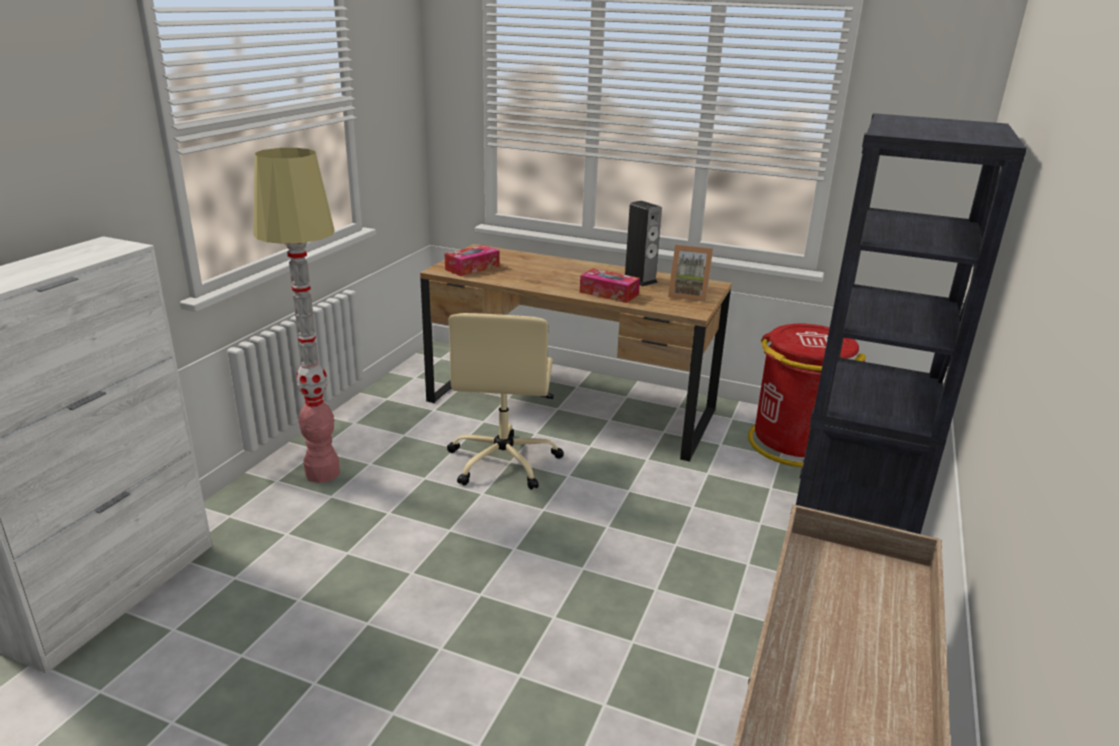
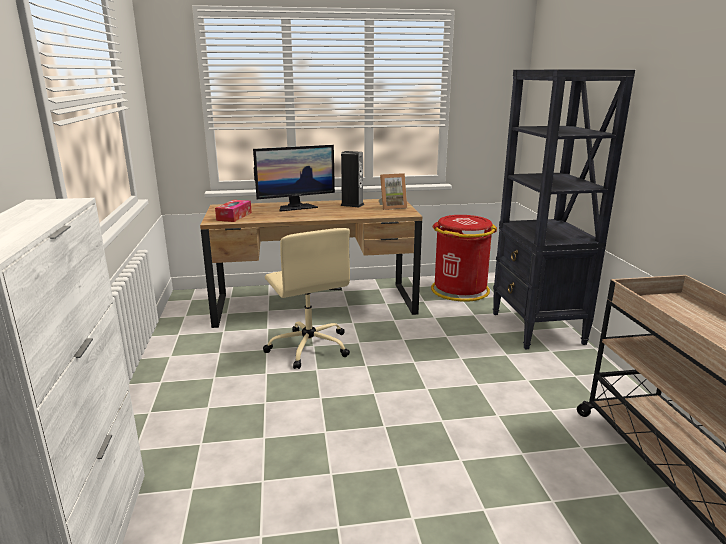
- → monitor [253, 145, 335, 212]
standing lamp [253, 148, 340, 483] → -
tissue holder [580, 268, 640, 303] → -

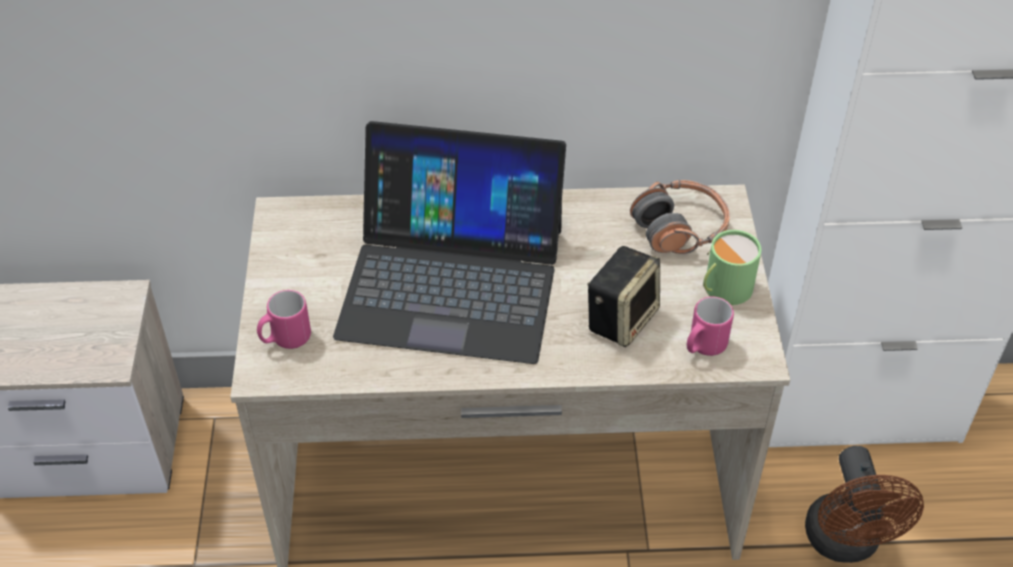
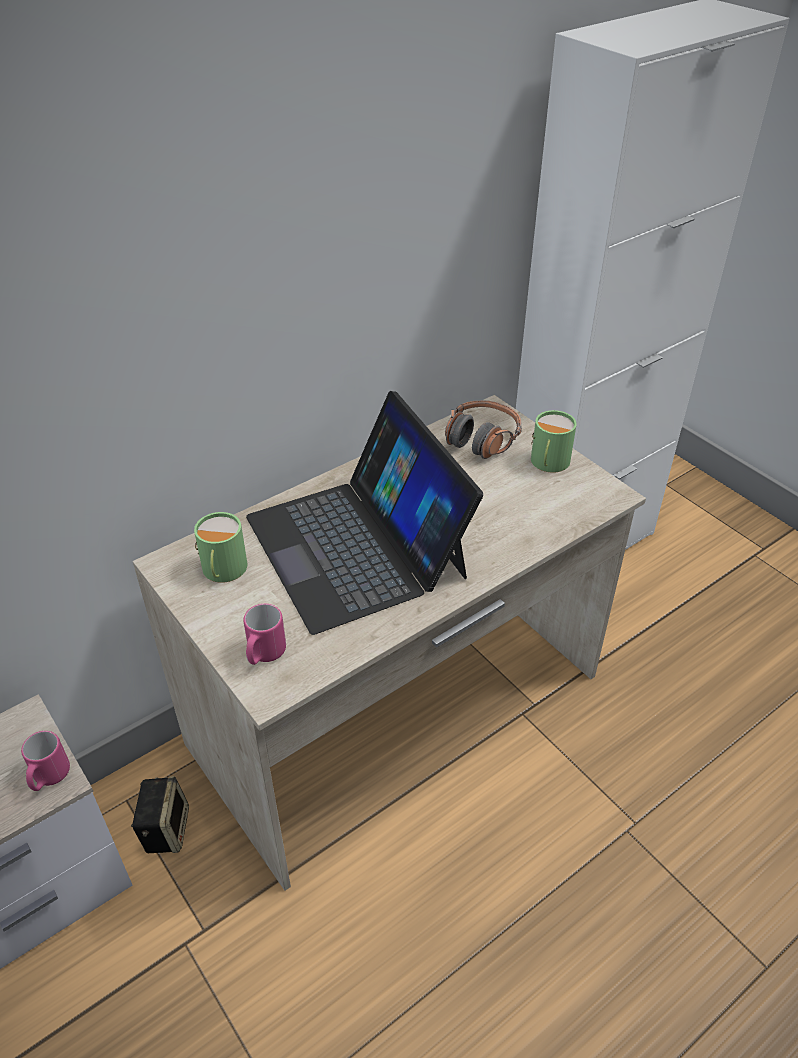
pink coffee mug [687, 297, 734, 356] → pink coffee mug [21, 731, 70, 791], move
speaker [587, 246, 660, 347] → speaker [131, 777, 189, 853], move
- → greenish coffee mug [194, 512, 247, 583]
notebook computer [333, 121, 566, 364] → notebook computer [246, 391, 483, 635], 90 degrees clockwise
brownish fan [805, 446, 924, 563] → -

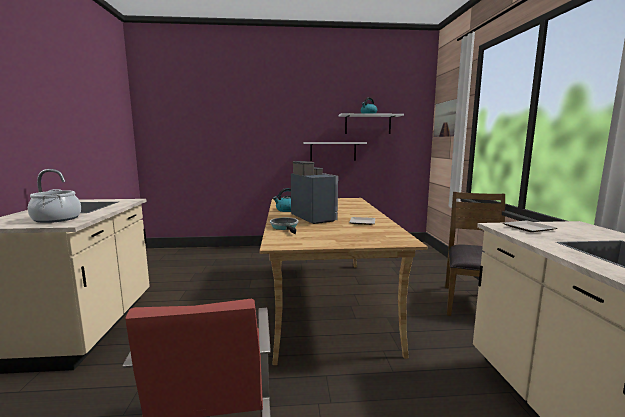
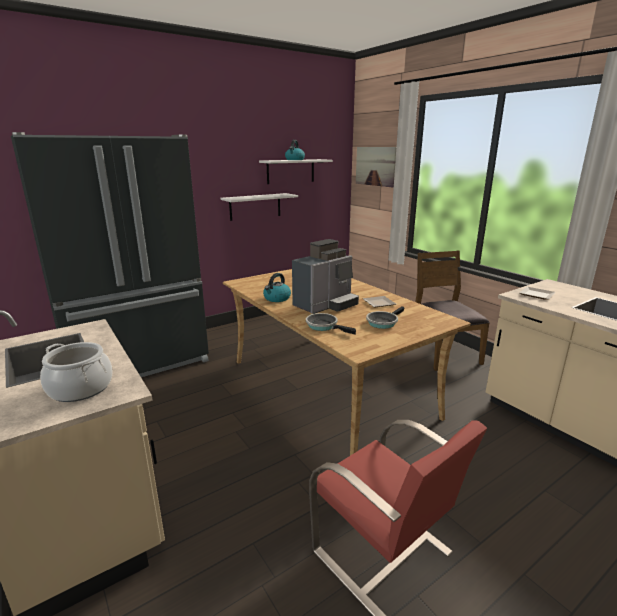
- → black refrigerator [11, 132, 209, 377]
coffee brewer [291, 161, 338, 224] → coffee brewer [292, 239, 359, 314], 105 degrees clockwise
- → frying pan [366, 306, 404, 329]

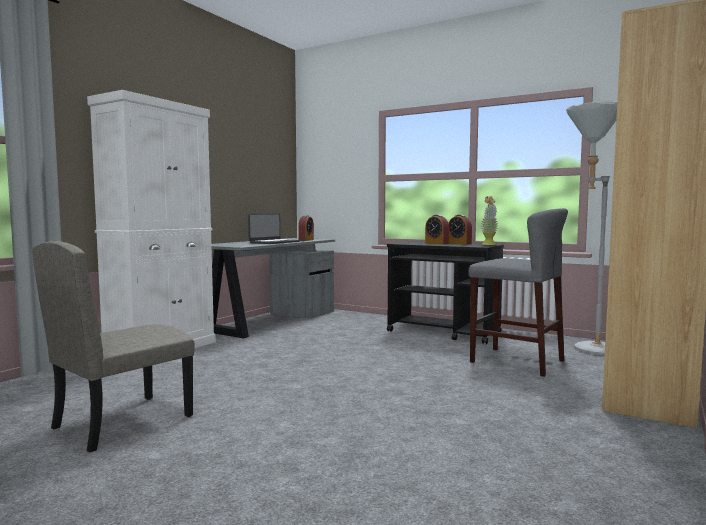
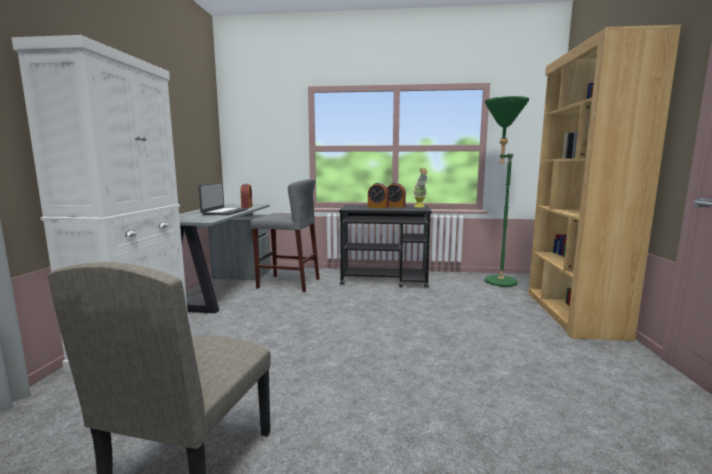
grey sitting stool [468, 208, 568, 377] → grey sitting stool [251, 178, 320, 292], move
grey standing lamp [566, 101, 617, 356] → greenish standing lamp [485, 96, 529, 287]

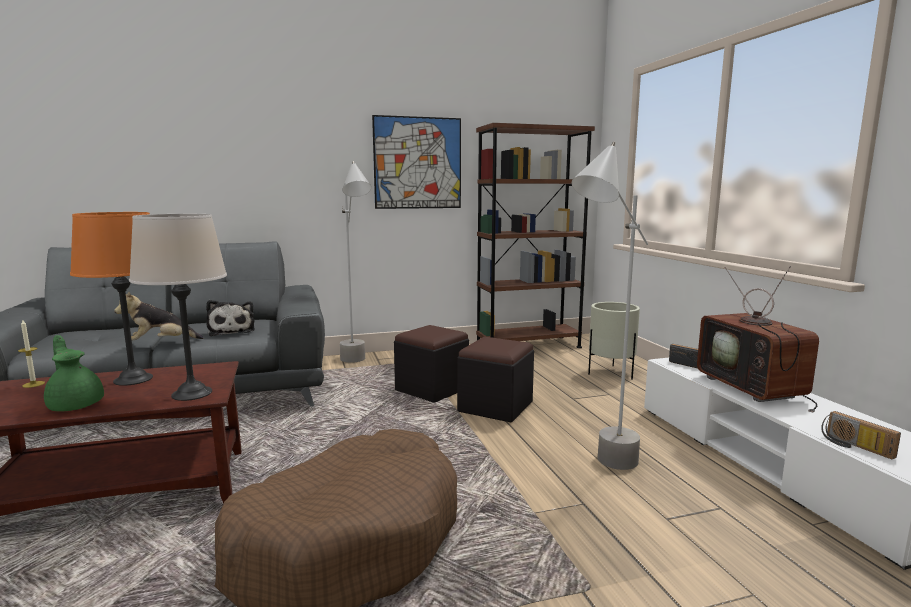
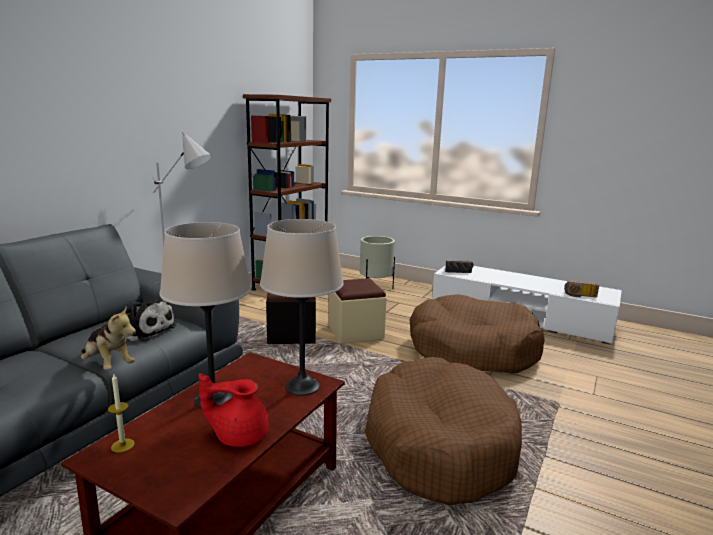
plush toy [114, 292, 203, 341] → plush toy [81, 306, 136, 370], 75 degrees counterclockwise
orange lamp for a table [70, 212, 153, 386] → beige-coloured lamp for a table [160, 222, 251, 408]
greenish pot for tea [44, 335, 104, 412] → red pot for tea [199, 373, 268, 447]
black pouffe [457, 337, 534, 423] → beige-coloured pouffe [329, 278, 387, 344]
grey standing lamp [572, 142, 648, 470] → brownish dog cushion [409, 294, 545, 373]
wall picture [372, 115, 461, 209] → -
TV [697, 266, 819, 412] → -

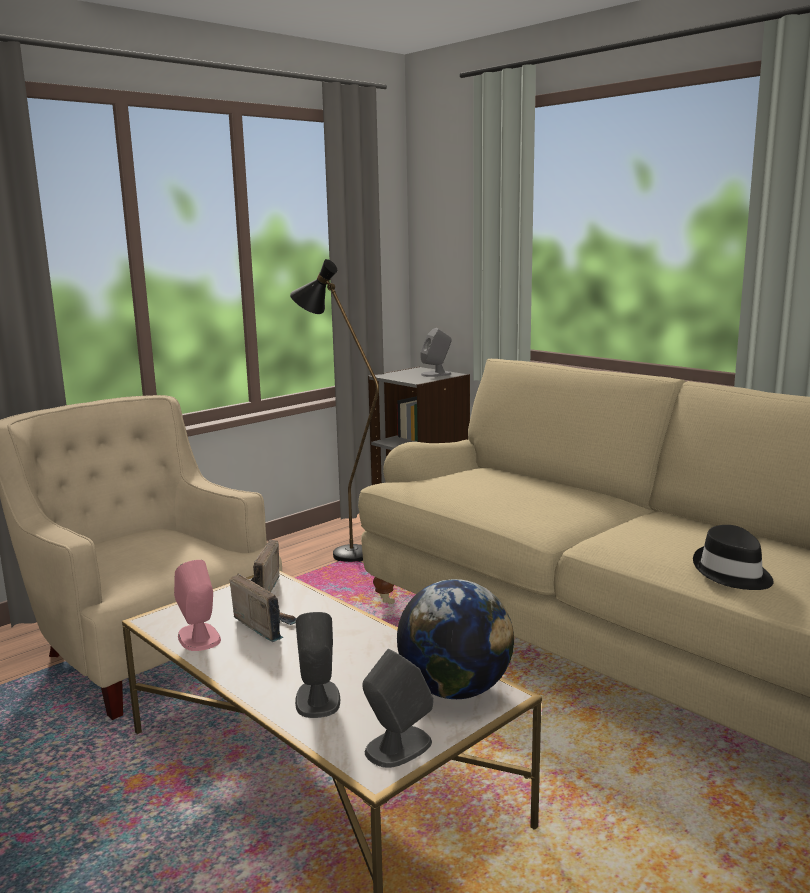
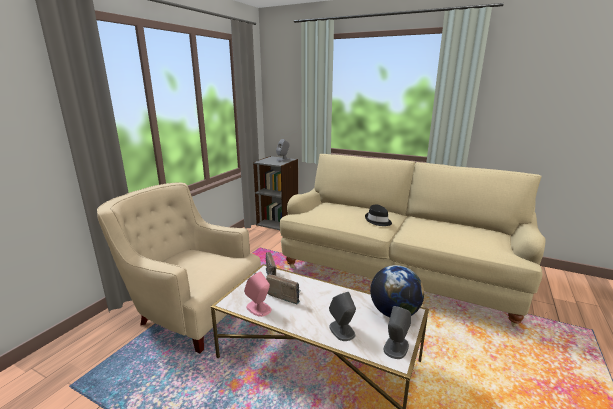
black clothing hat [693, 525, 774, 590] → black clothing hat [365, 205, 392, 226], move
black standing lamp [290, 259, 379, 562] → -

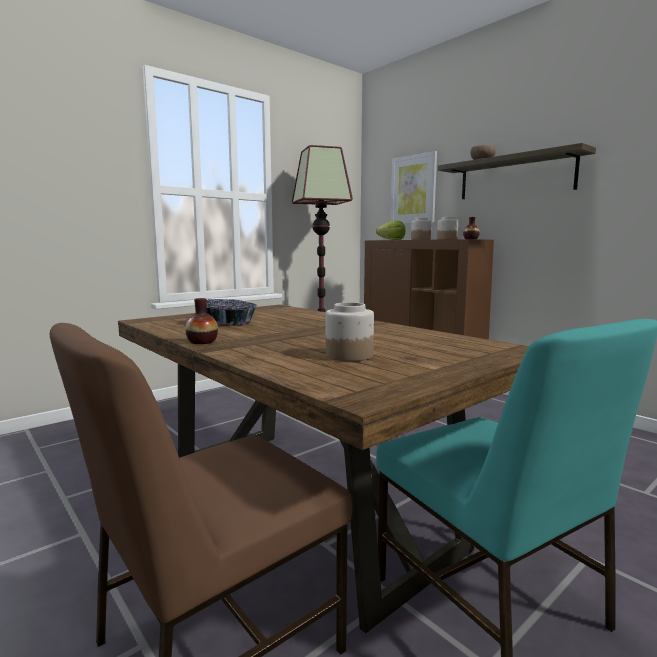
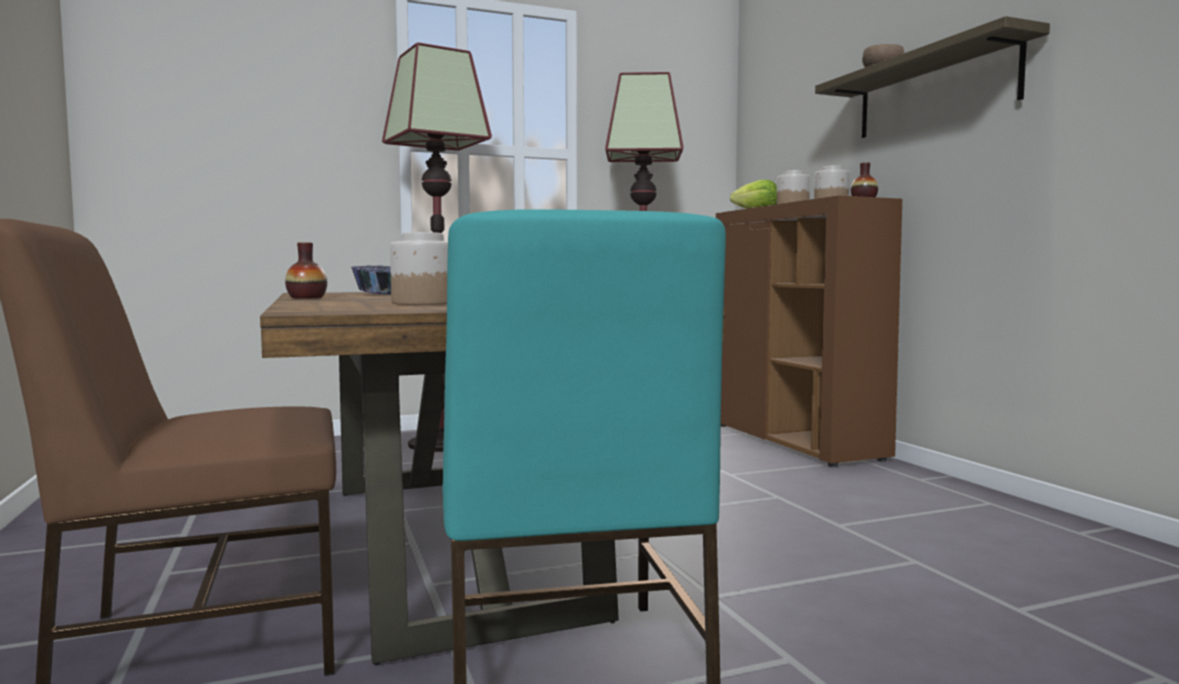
- → standing lamp [382, 42, 492, 452]
wall picture [391, 151, 437, 224] → -

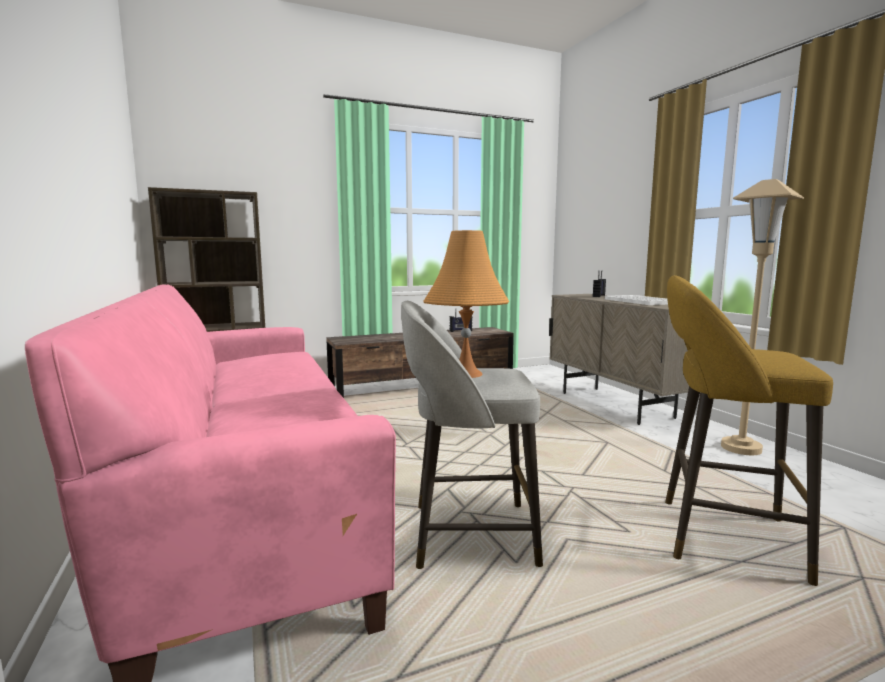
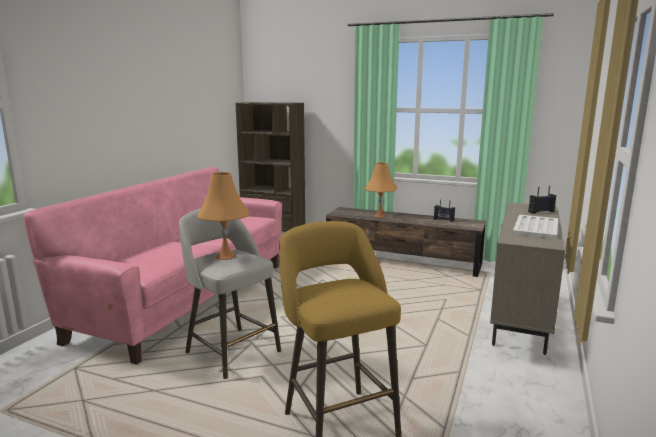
- → orange lamp for a table [364, 163, 397, 218]
beige-coloured standing lamp [721, 179, 804, 455] → -

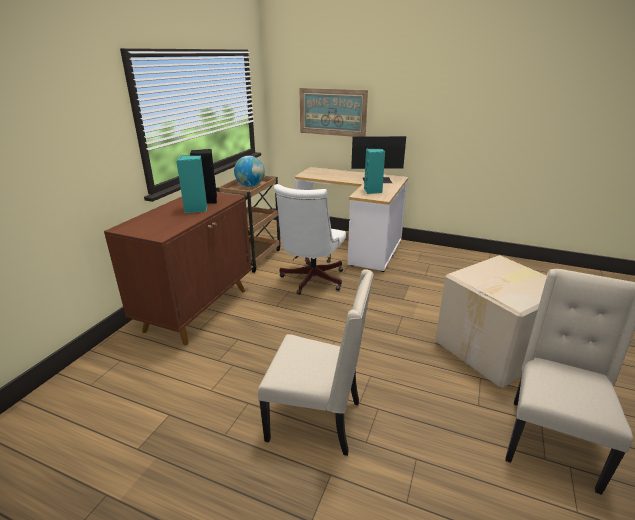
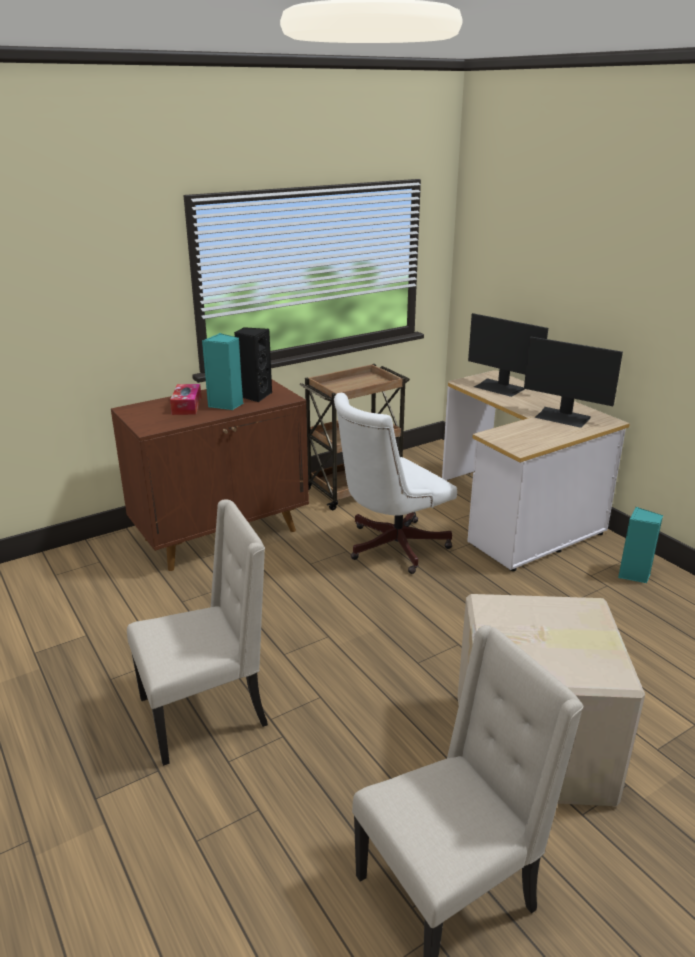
beige-coloured plain chair [258, 269, 374, 456] → beige-coloured plain chair [127, 499, 268, 766], 75 degrees counterclockwise
- → tissue holder [170, 384, 201, 415]
- → monitor [468, 313, 548, 397]
turquoise speaker [364, 149, 385, 194] → turquoise speaker [618, 507, 663, 583], move
globe [234, 156, 265, 187] → -
wall picture [300, 88, 368, 137] → -

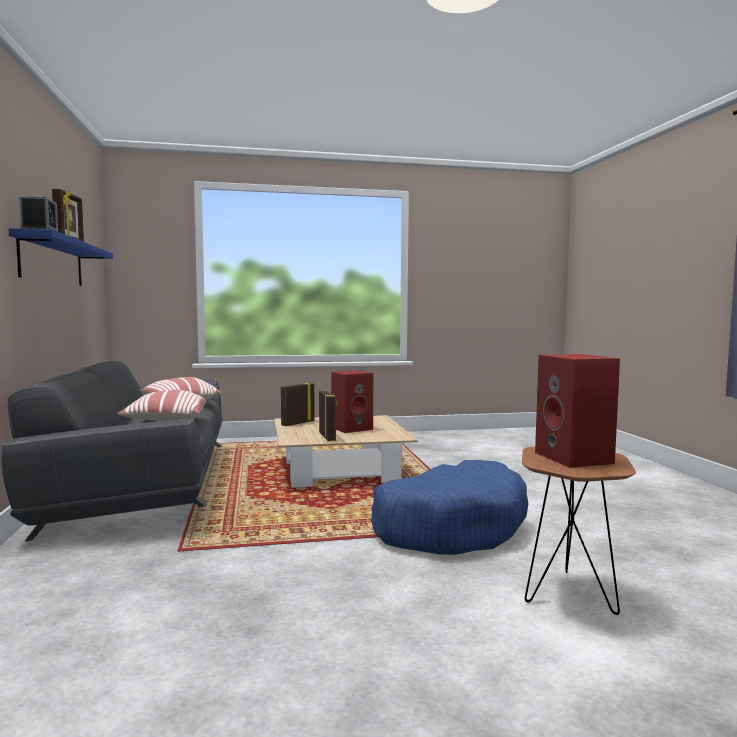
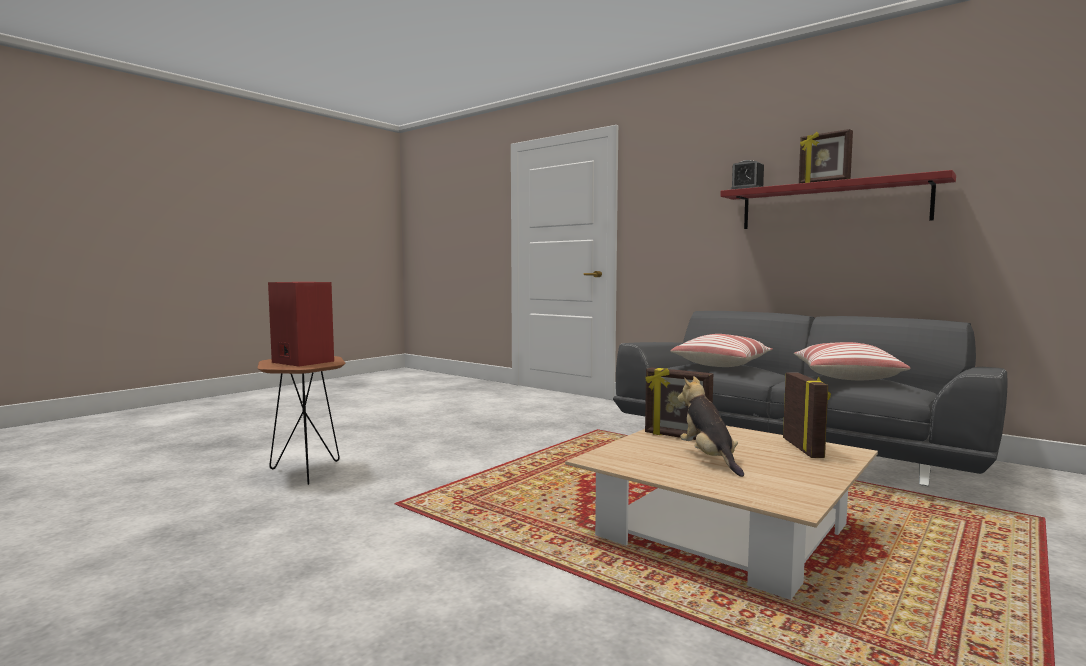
red speaker [331, 370, 373, 433] → plush toy [678, 376, 744, 477]
bluish shelf [9, 228, 113, 286] → red shelf [721, 170, 956, 229]
bluish dog cushion [371, 460, 529, 555] → -

